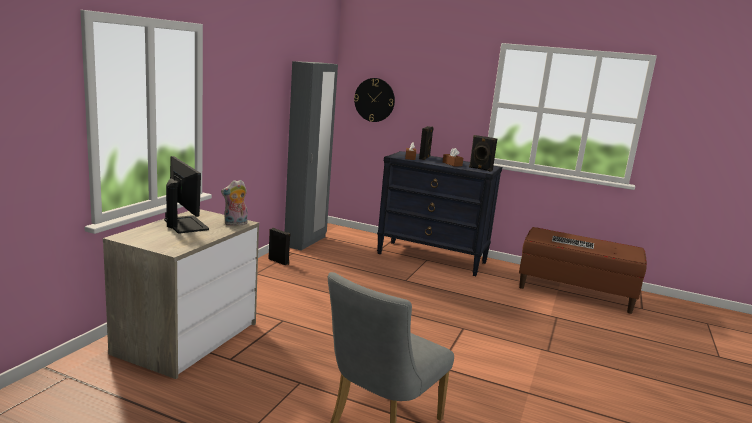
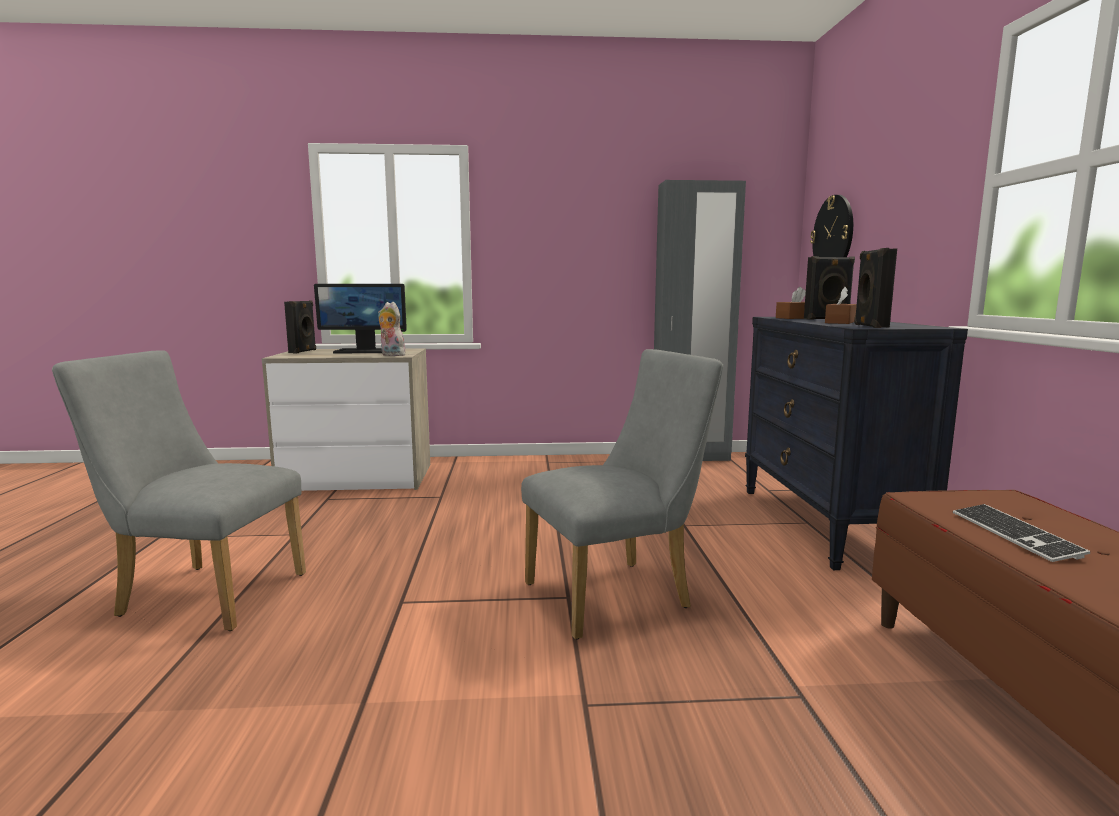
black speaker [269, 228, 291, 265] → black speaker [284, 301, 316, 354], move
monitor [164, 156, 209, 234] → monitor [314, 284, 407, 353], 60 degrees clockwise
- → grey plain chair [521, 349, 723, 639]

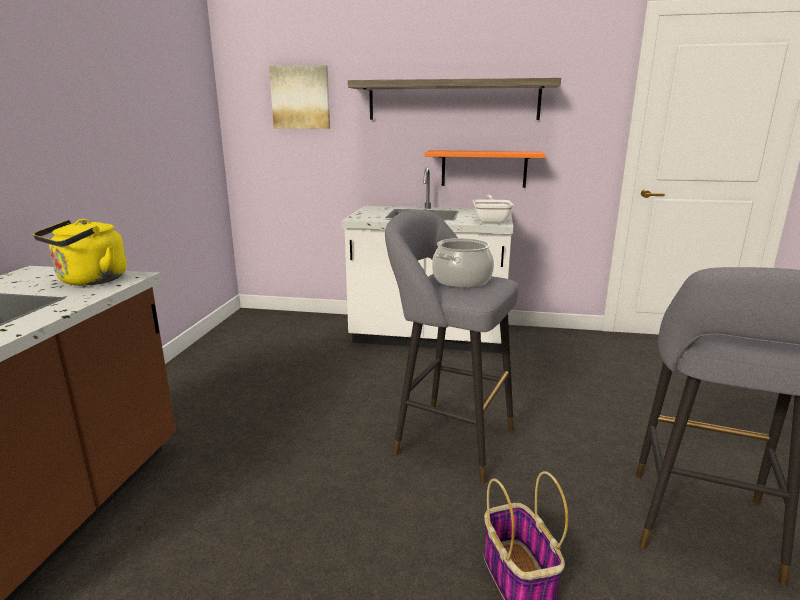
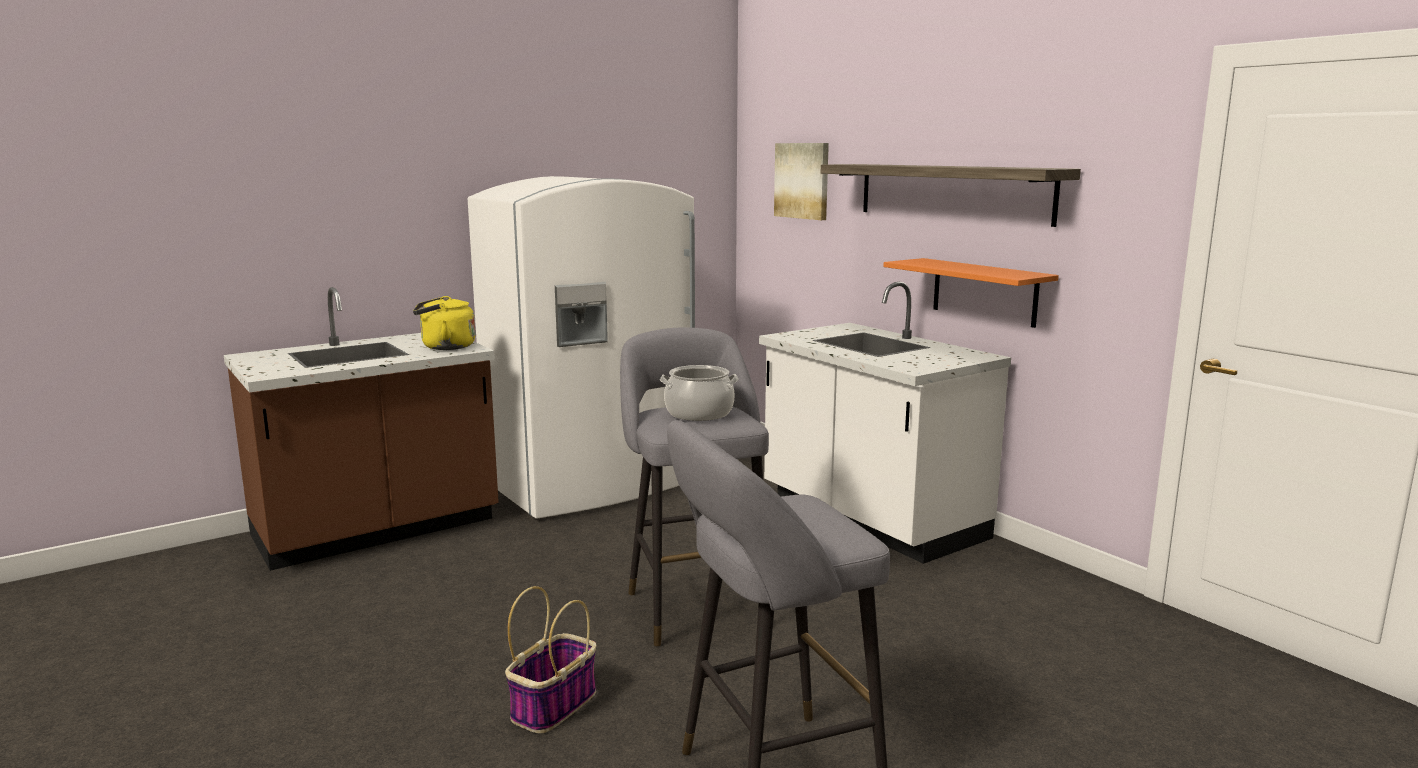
- → white refrigerator [468, 176, 695, 519]
frying pan [473, 195, 514, 224] → -

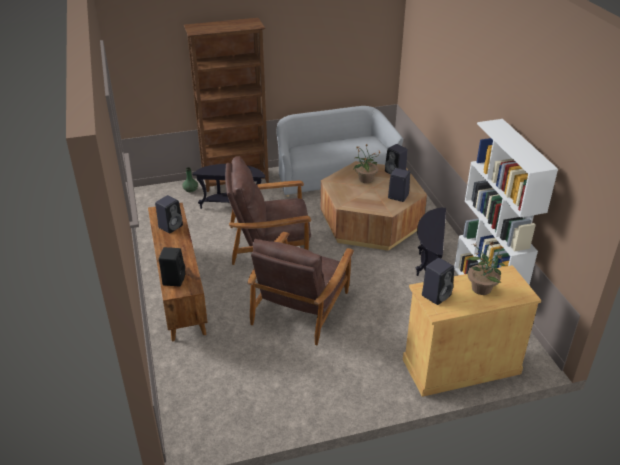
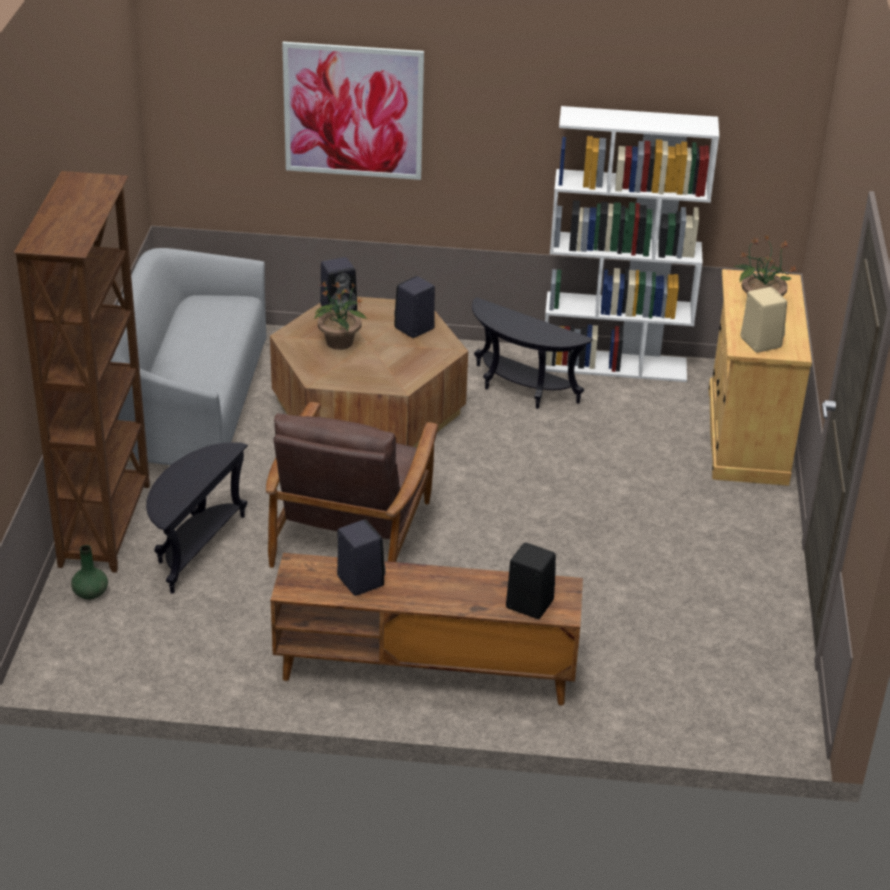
- → wall picture [282, 42, 424, 180]
black speaker [422, 258, 454, 305] → beige-coloured speaker [740, 287, 787, 353]
brownish lounge chair [247, 232, 354, 345] → -

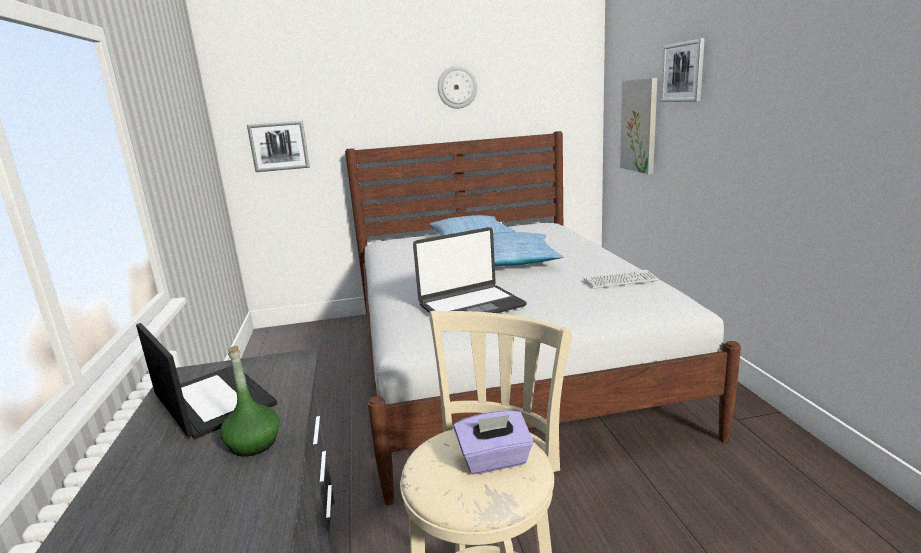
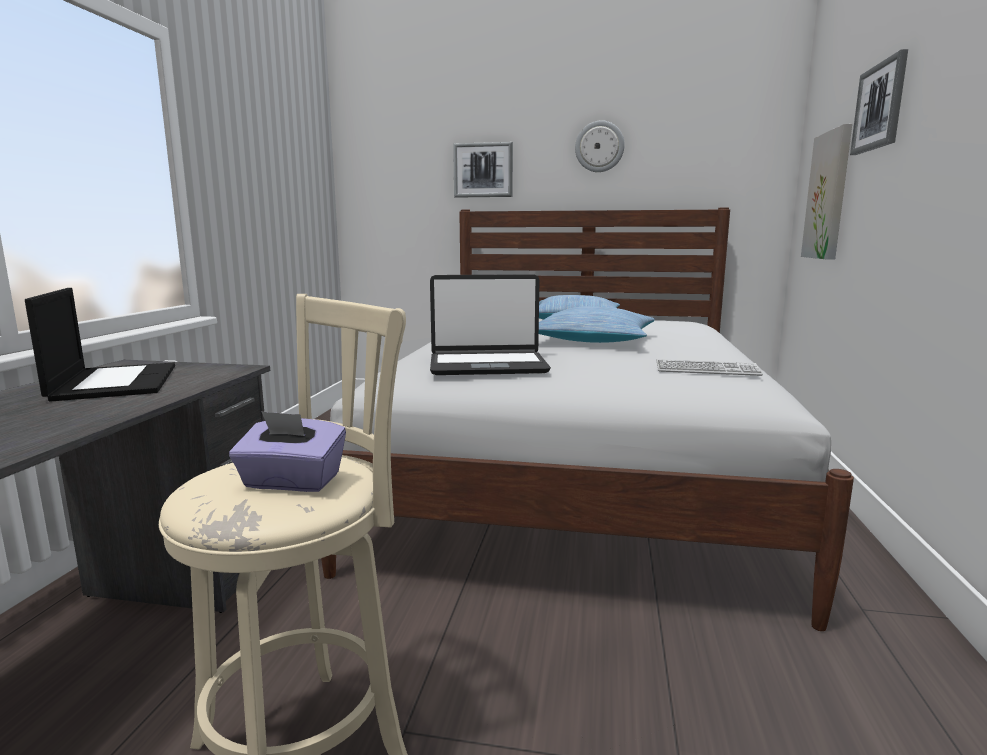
wall picture [247, 121, 310, 172] → wall picture [453, 142, 513, 198], move
greenish beverage bottle [220, 346, 280, 457] → -

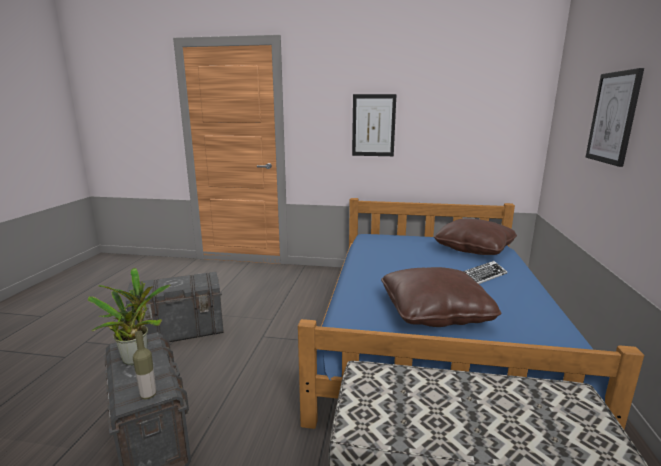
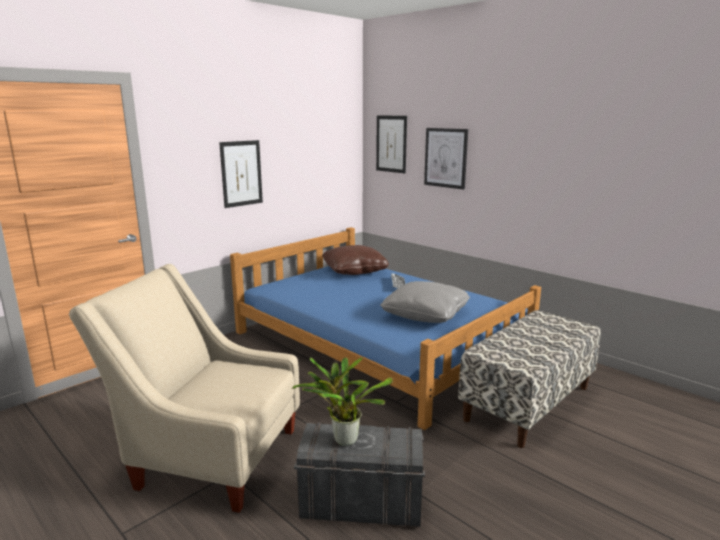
grey storage box [125, 272, 224, 342] → beige-coloured lounge chair [69, 264, 300, 513]
- → wall picture [376, 115, 407, 173]
brownish cushion [381, 267, 501, 327] → grey cushion [380, 281, 470, 323]
beverage bottle [133, 331, 156, 400] → -

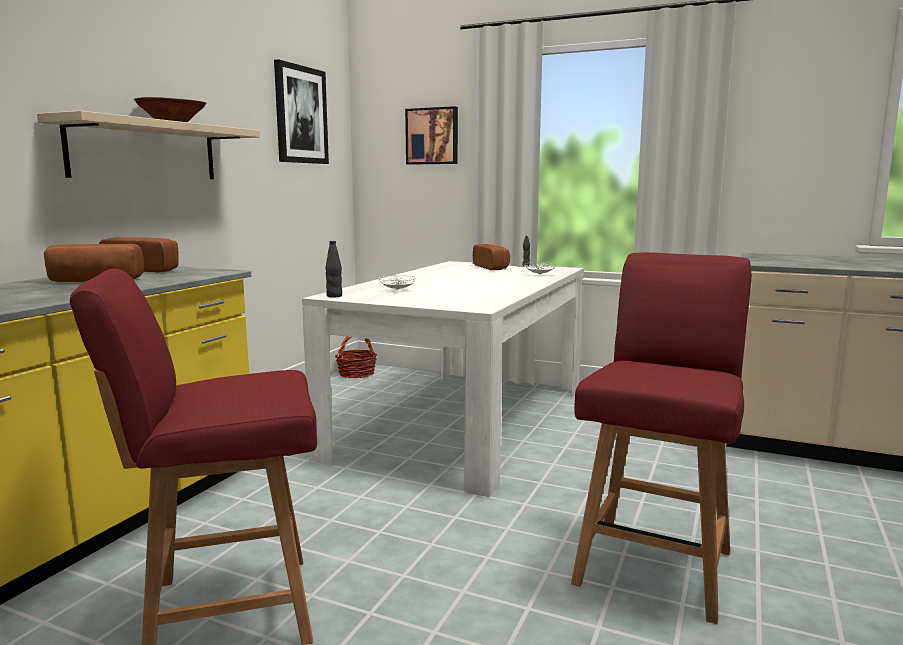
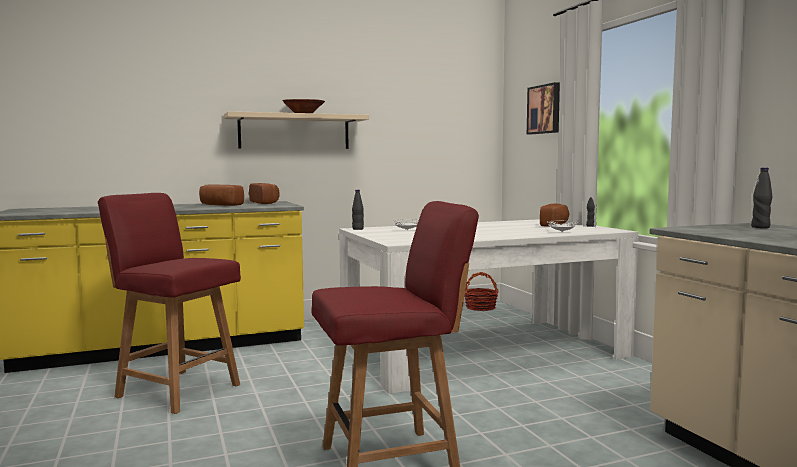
- → black beverage bottle [751, 167, 772, 228]
wall picture [274, 59, 329, 164] → -

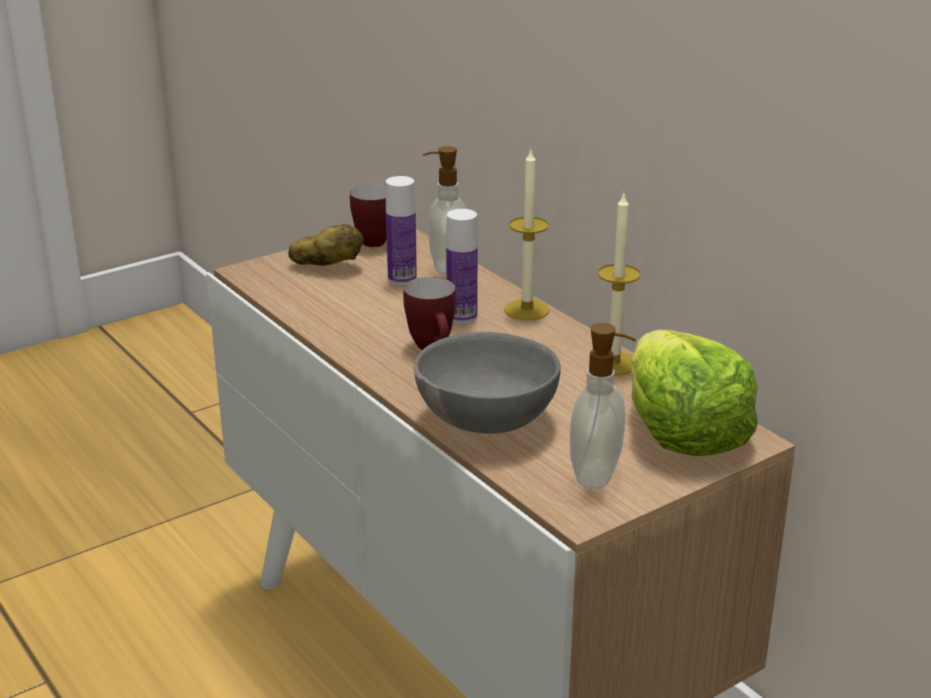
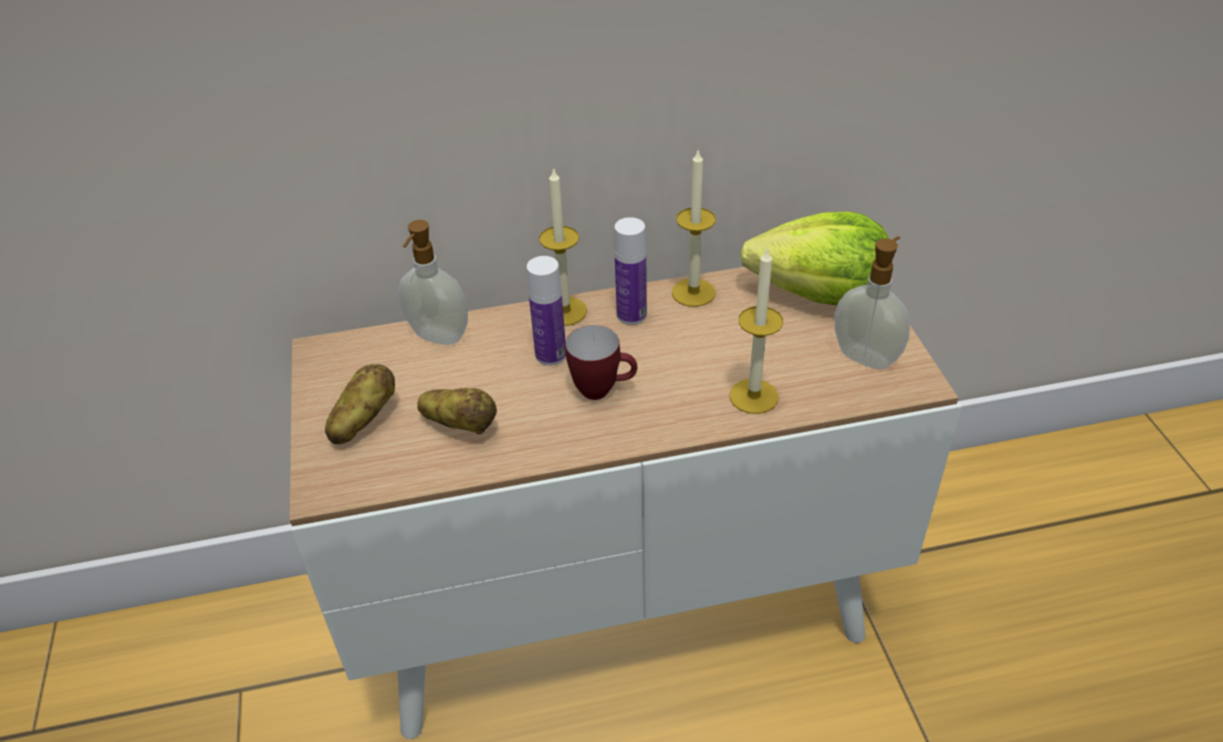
- → potato [418, 388, 497, 434]
beverage bottle [386, 176, 417, 285] → beverage bottle [615, 217, 647, 325], move
grey bowl [414, 332, 561, 434] → wax light [730, 247, 783, 414]
coffee mug [350, 184, 387, 247] → -

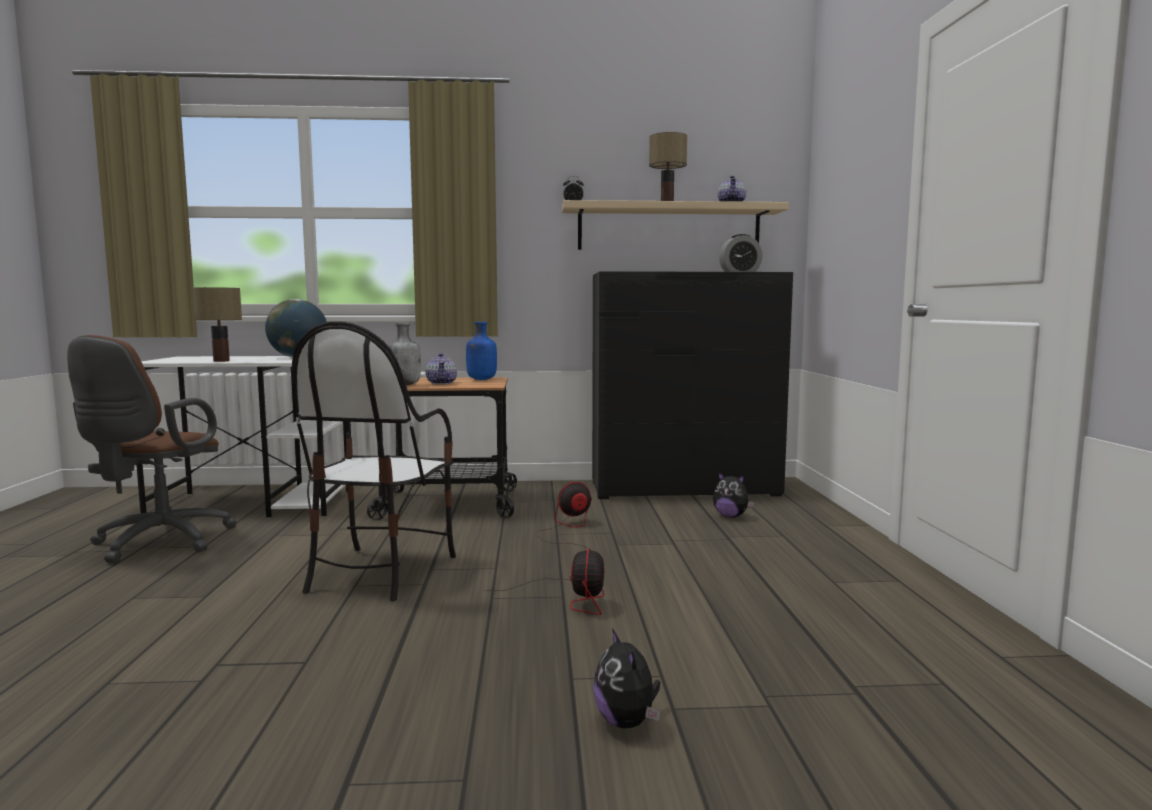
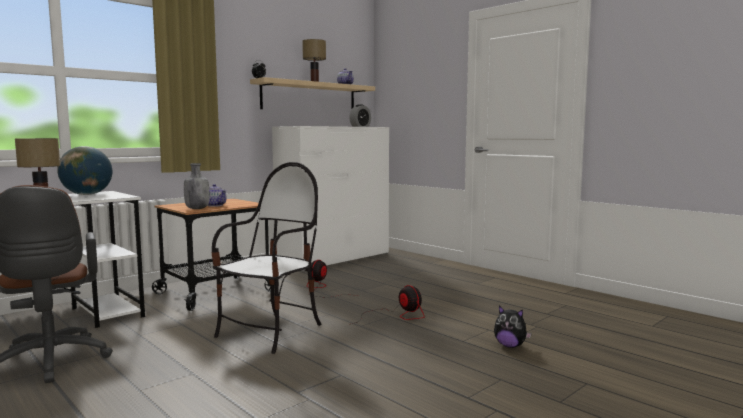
plain chair [292, 322, 456, 601] → plain chair [212, 162, 321, 354], 120 degrees counterclockwise
black dresser [592, 271, 793, 499] → white dresser [272, 126, 389, 272]
bluish beverage bottle [466, 322, 497, 380] → -
plush toy [713, 471, 754, 517] → -

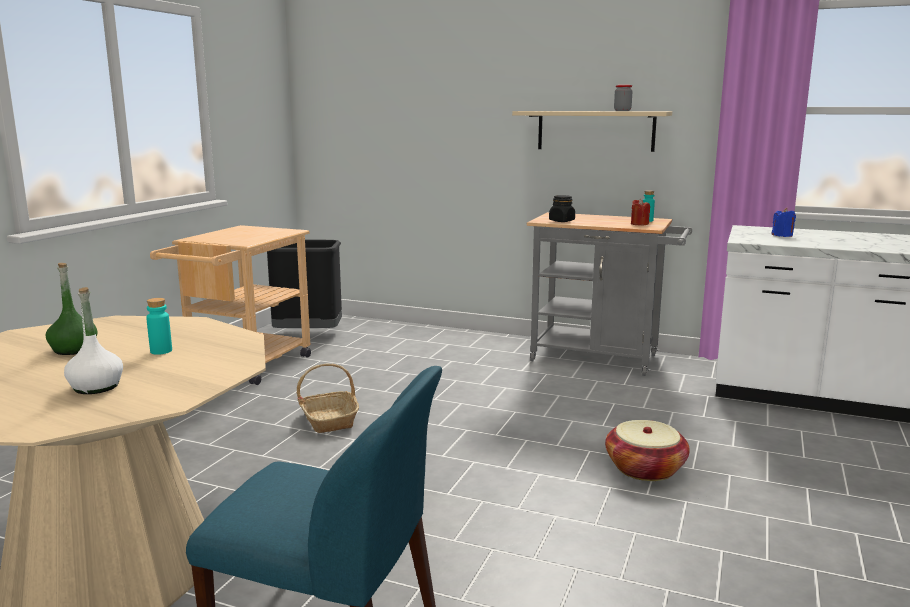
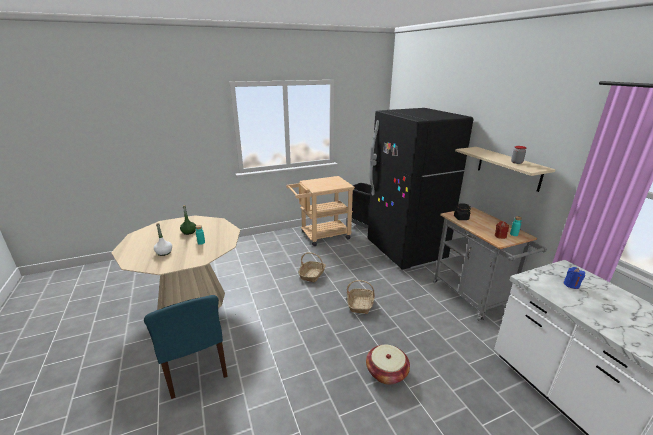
- → household basket [347, 280, 375, 314]
- → black refrigerator [368, 108, 473, 270]

